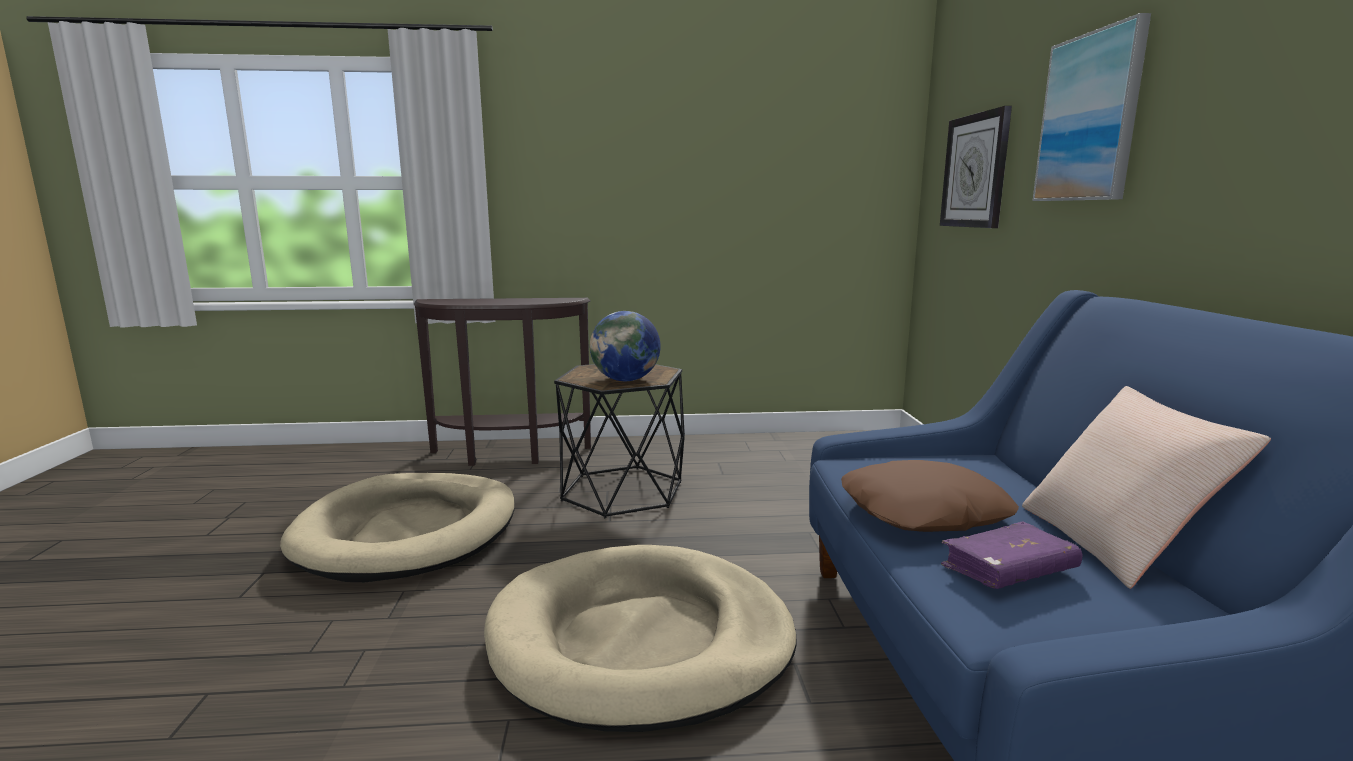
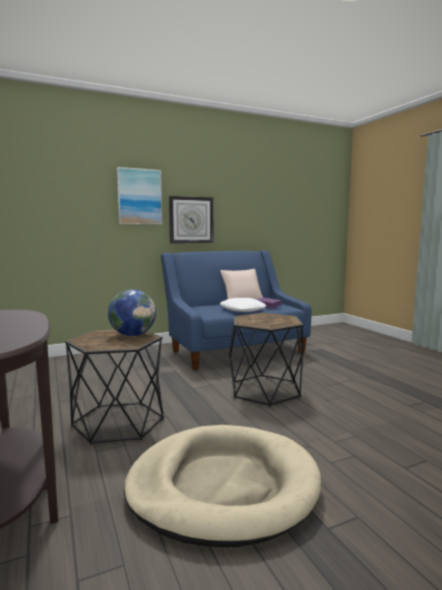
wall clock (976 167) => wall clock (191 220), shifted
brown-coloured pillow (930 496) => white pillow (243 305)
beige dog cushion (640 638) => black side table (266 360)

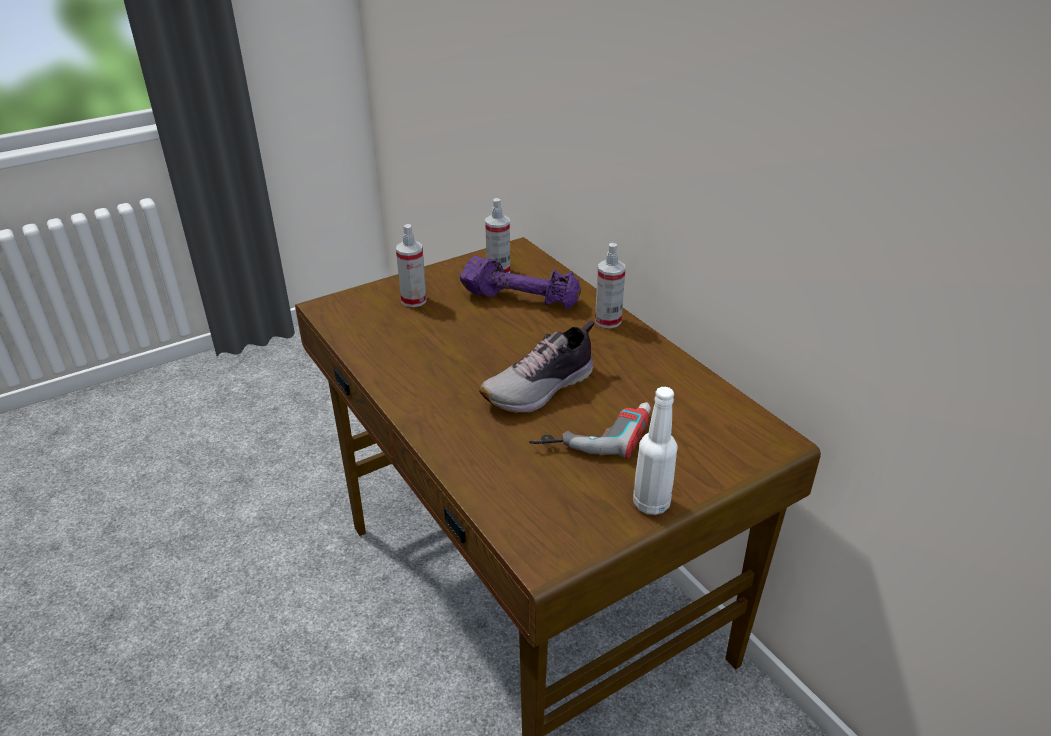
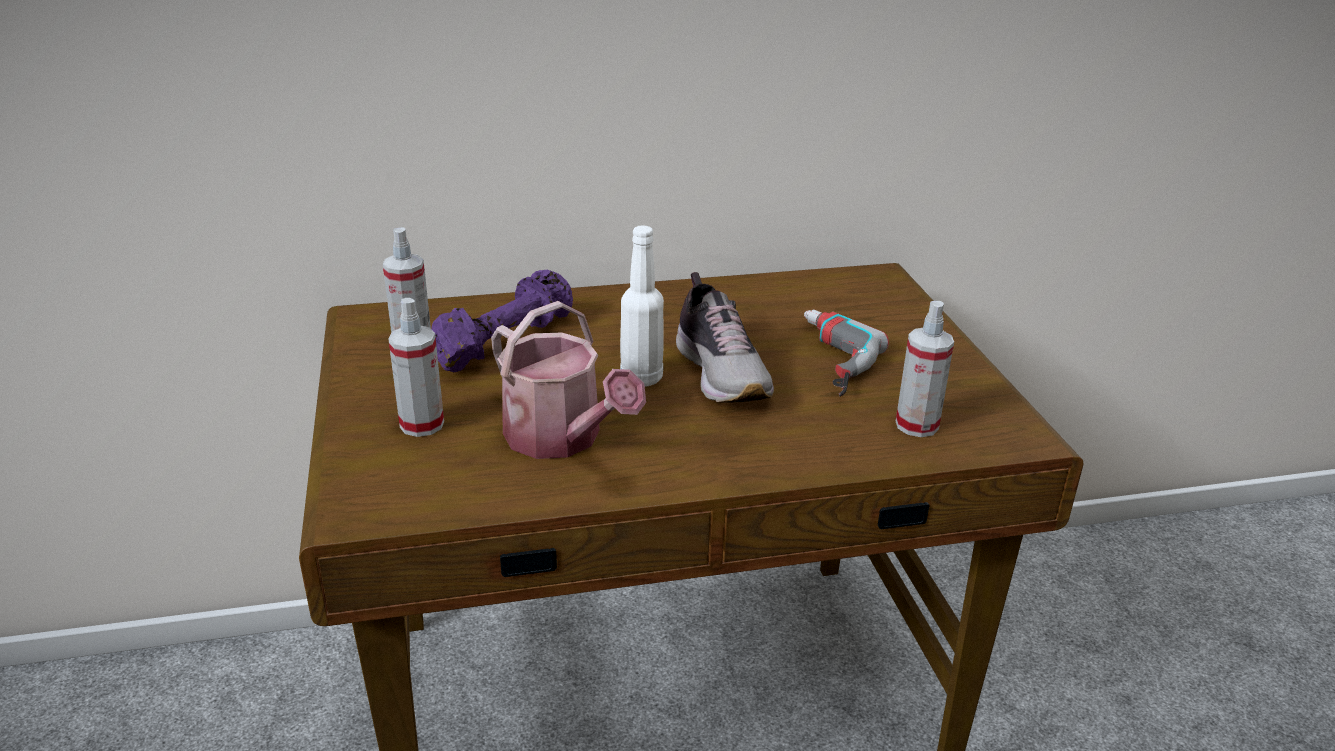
nothing => sprinkling can (568 380)
white bottle (655 451) => white bottle (642 305), shifted
sprayer (610 285) => sprayer (925 369), shifted

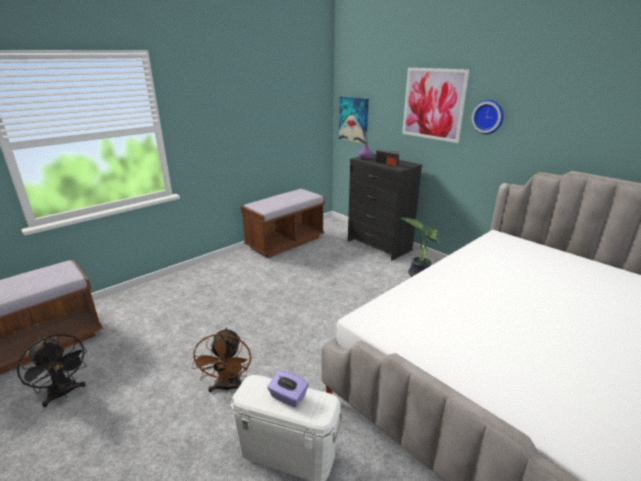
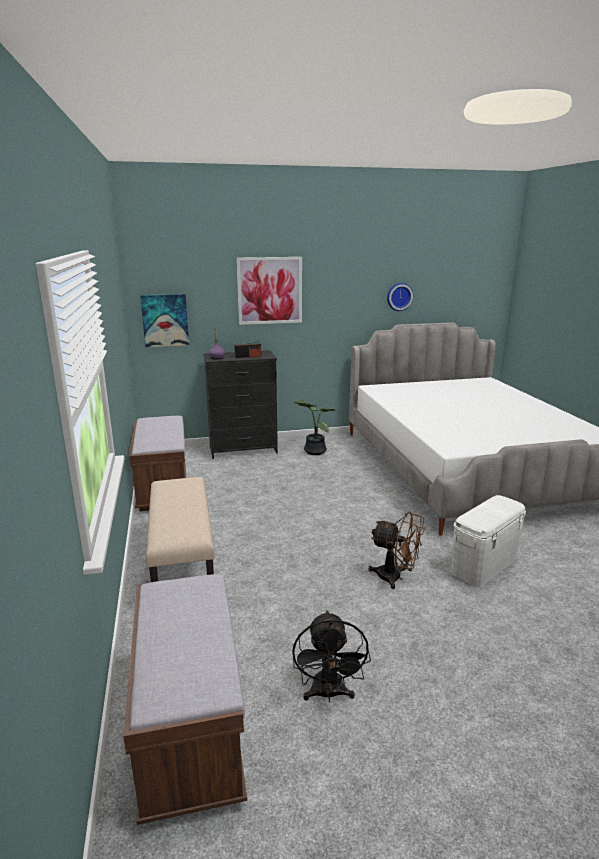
nothing => beige bench (180 529)
black fan (52 370) => black fan (331 656), 105 degrees clockwise
wall clock (487 117) => wall clock (400 297), shifted
purplish tissue holder (287 388) => nothing

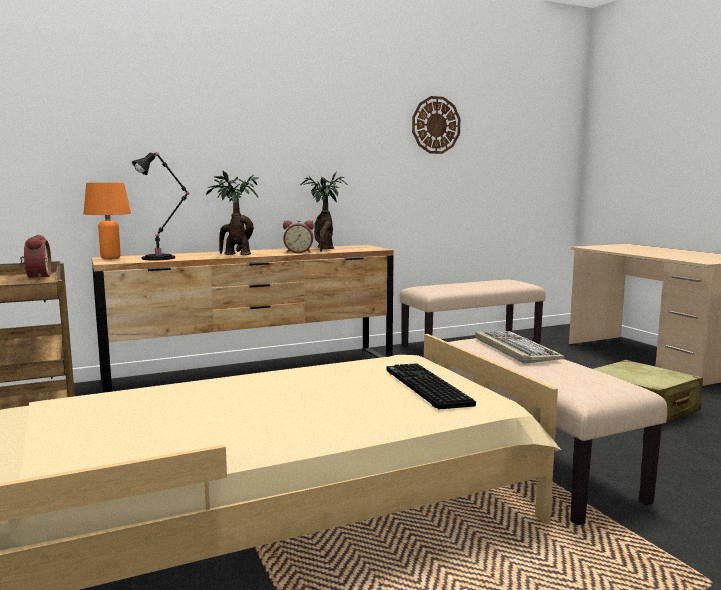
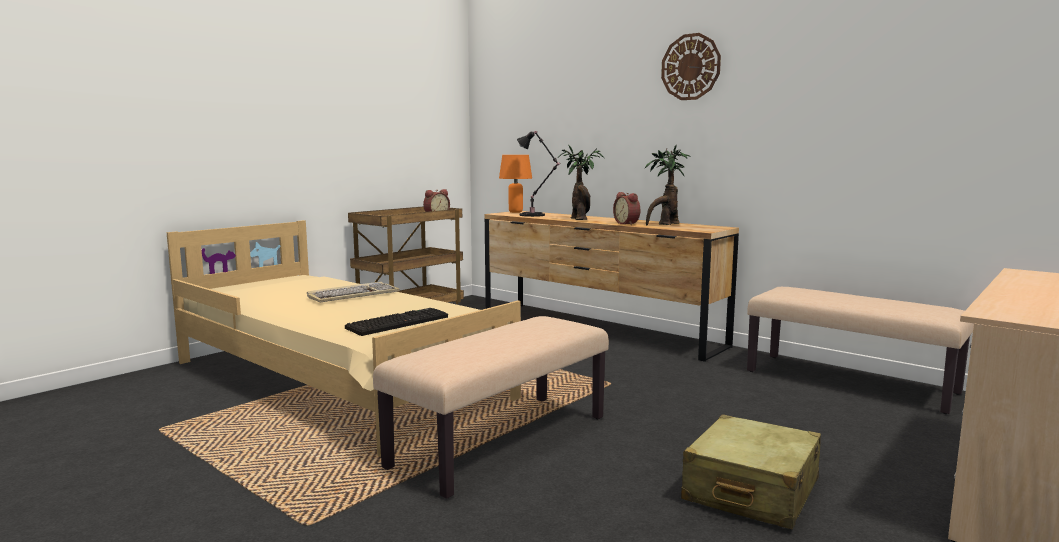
keyboard (520 347) => keyboard (353 292), shifted
wall clock (436 125) => wall clock (691 66), shifted

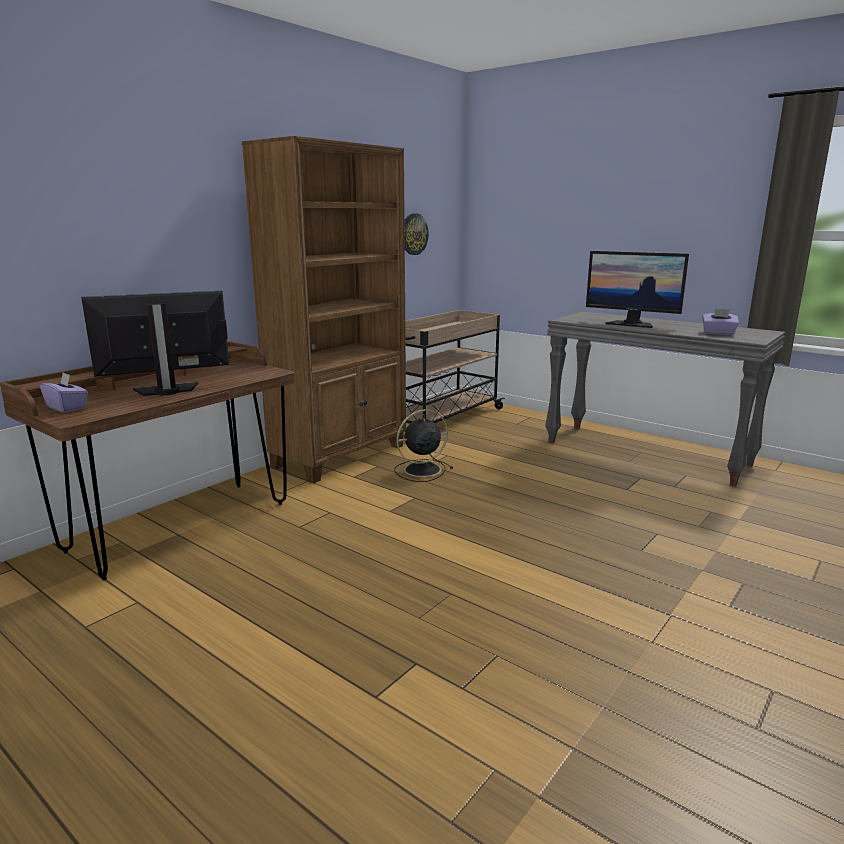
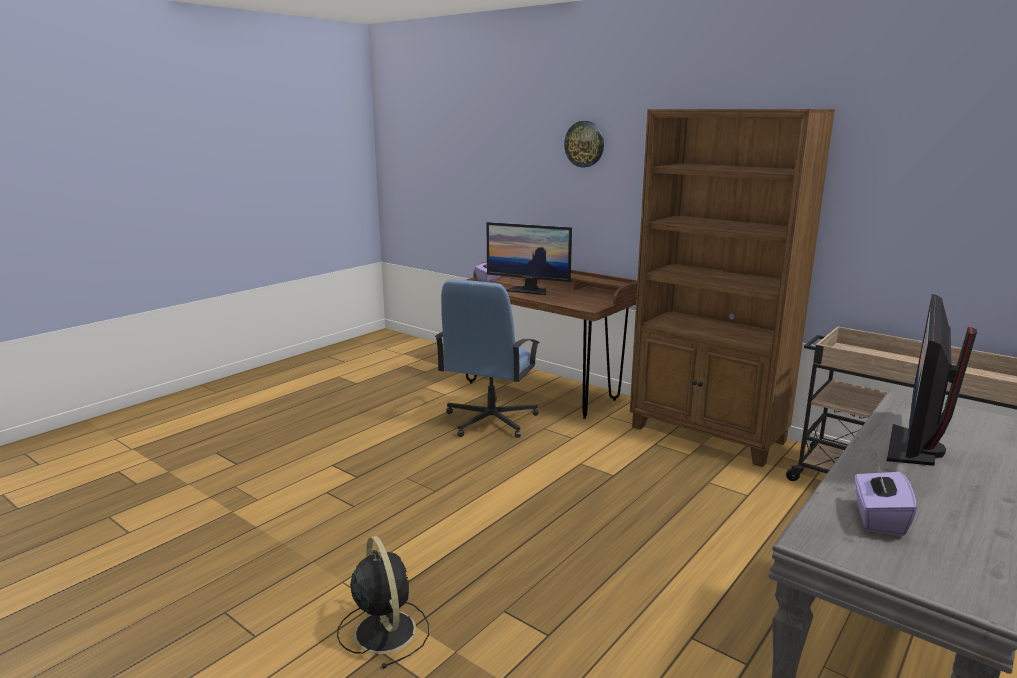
black fan (423 445) => black fan (383 602), shifted
nothing => blue computer chair (487 358)
computer screen (155 343) => computer screen (529 258), 135 degrees clockwise
wall clock (417 234) => wall clock (584 144), shifted

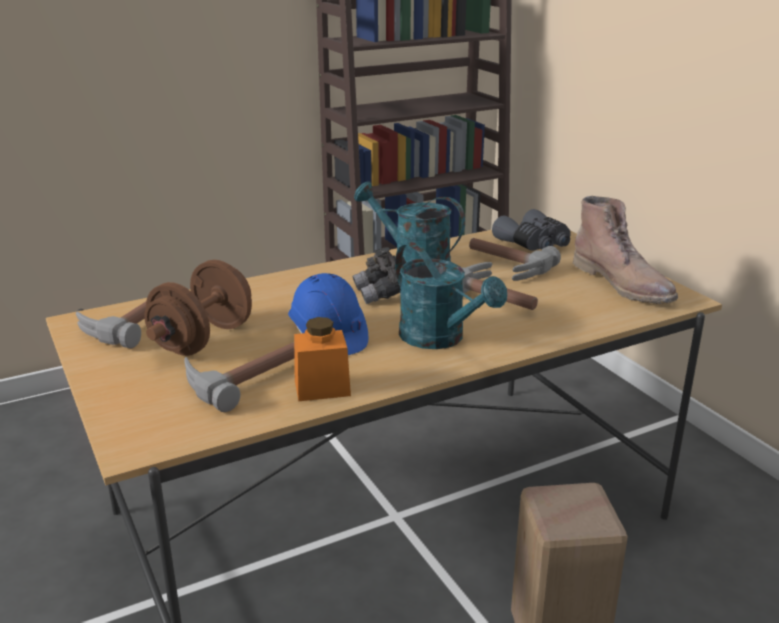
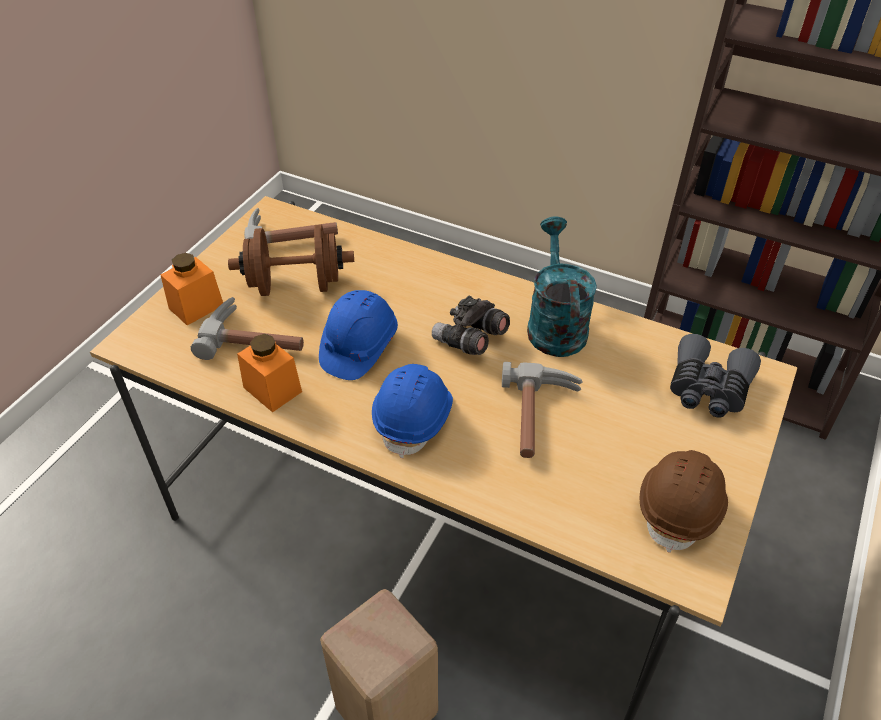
nothing => orange jar (192 289)
turquoise-coloured sprinkling can (451 295) => blue safety helmet (412 411)
brown-coloured high-top boot (625 250) => brown-coloured safety helmet (684 501)
hand hammer (515 259) => nothing

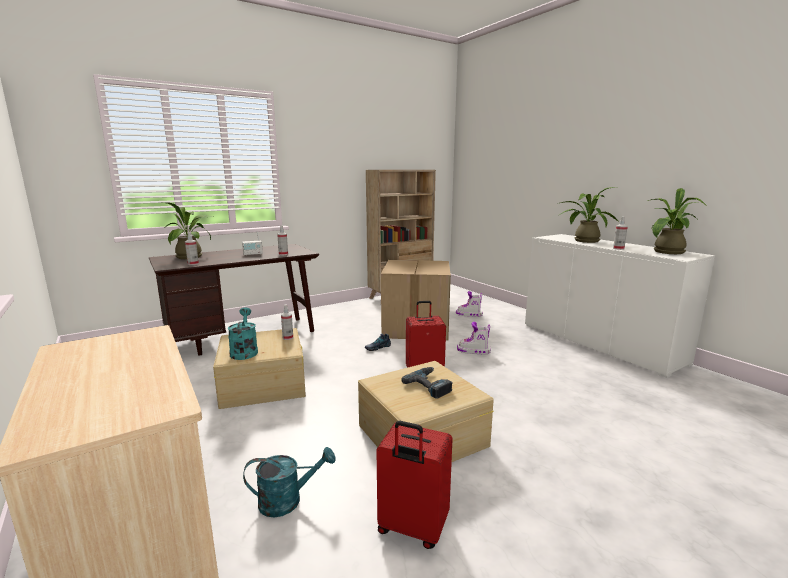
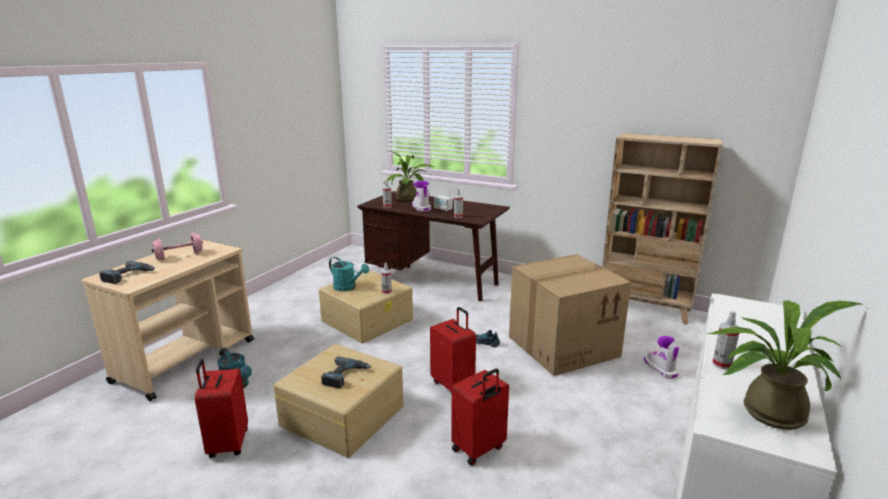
nothing => electric drill (127 272)
nothing => pink hand weight (177 246)
turquoise-coloured sprinkling can (243 333) => turquoise-coloured sprinkling can (349 274), 75 degrees clockwise
high-top boot (474 338) => high-top boot (421 196), shifted
nothing => red piece of luggage (480 417)
potted plant (588 215) => nothing

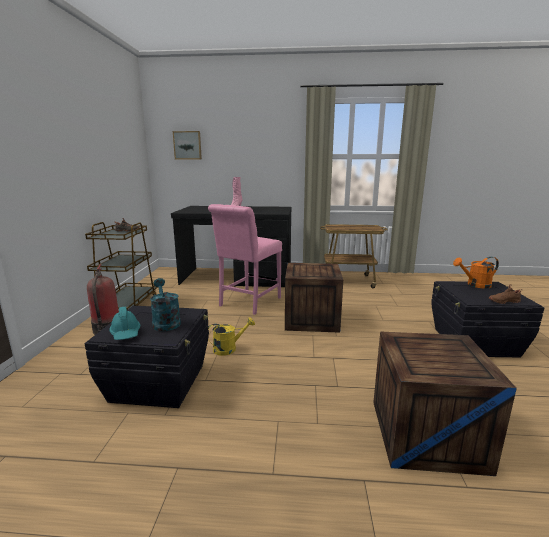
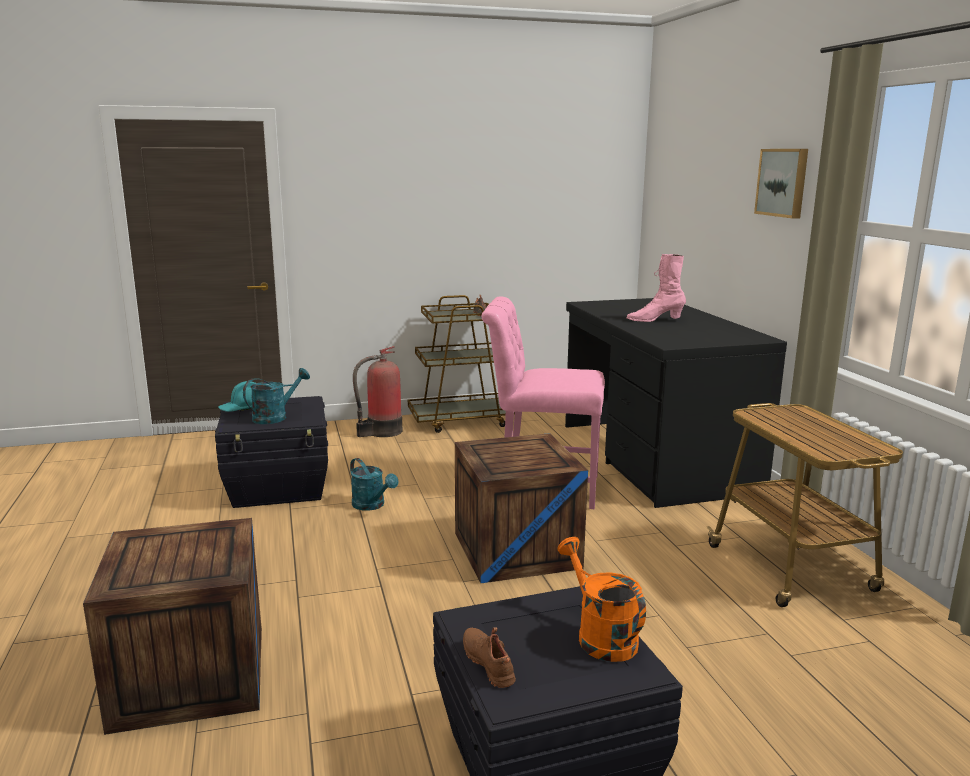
yellow sprinkling can (231 336) => turquoise-coloured sprinkling can (374 484)
wall picture (187 145) => wall picture (781 184), shifted

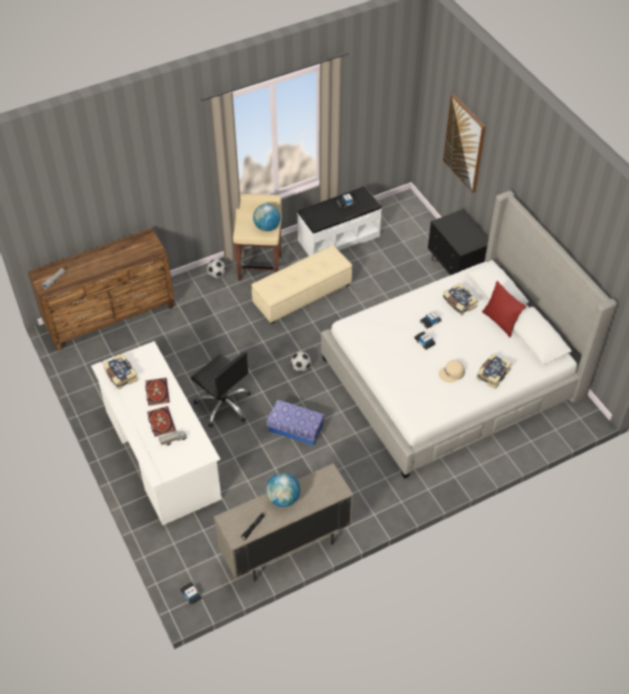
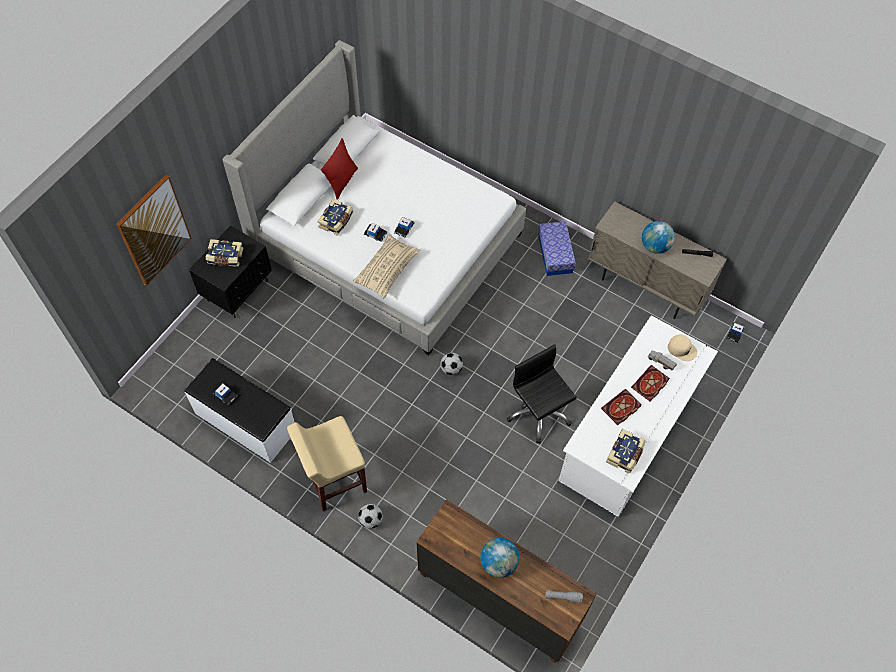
book (494 371) => book (224 252), shifted
nothing => beige pillow (386 266)
globe (267 217) => globe (499 558), shifted
black computer chair (221 390) => black computer chair (542 394), 45 degrees counterclockwise
storage box (296 423) => storage box (557 248), shifted
beige baseball cap (451 371) => beige baseball cap (682 348), shifted
beige ottoman (301 284) => nothing

